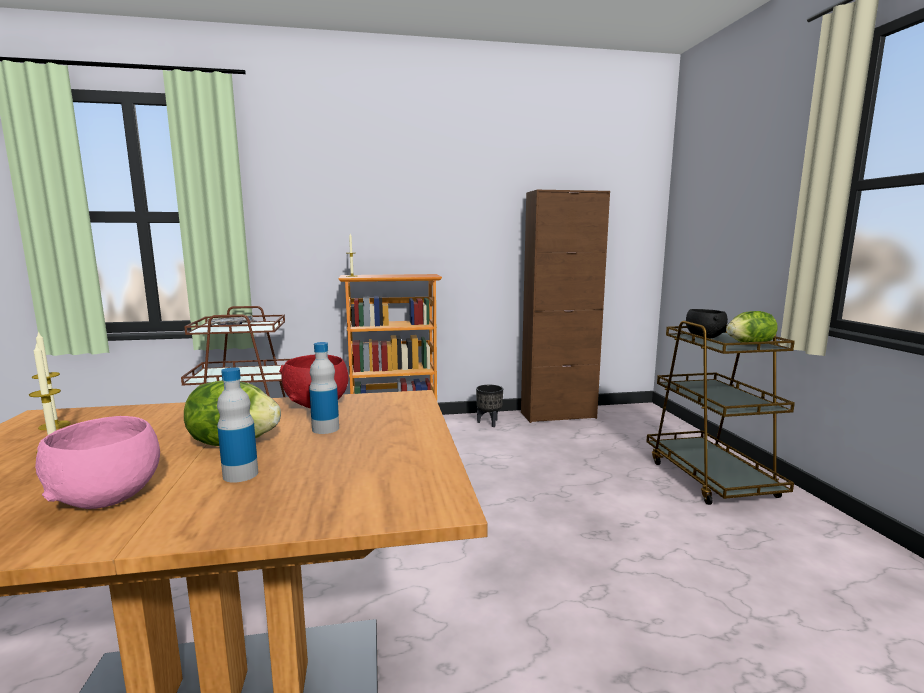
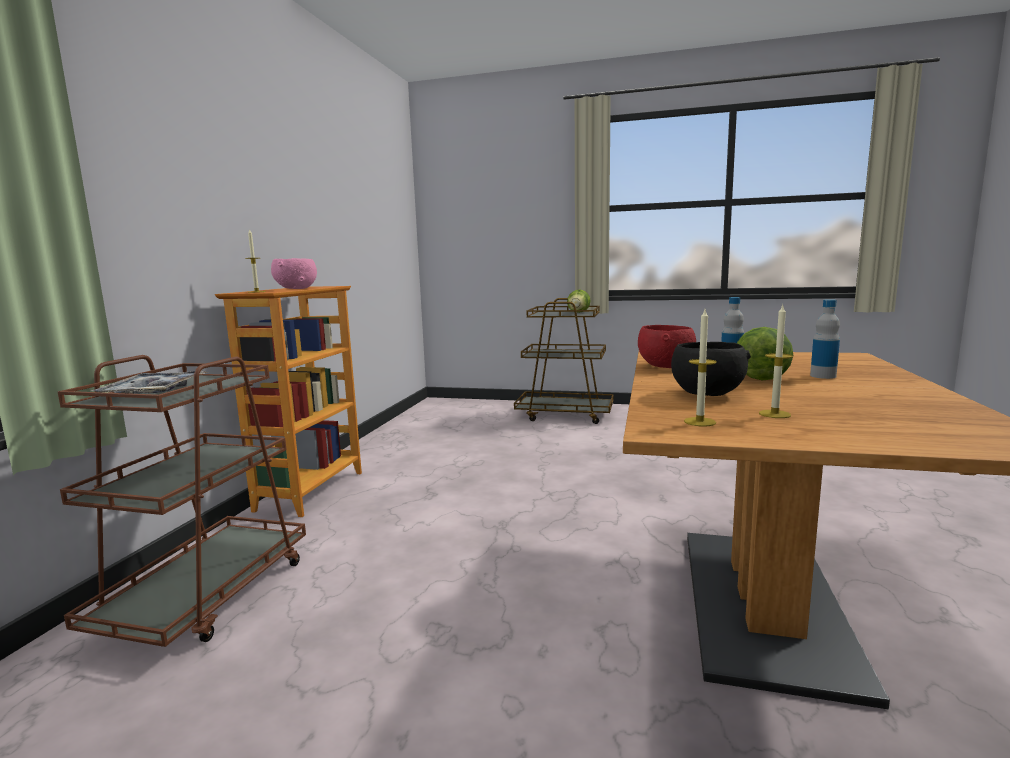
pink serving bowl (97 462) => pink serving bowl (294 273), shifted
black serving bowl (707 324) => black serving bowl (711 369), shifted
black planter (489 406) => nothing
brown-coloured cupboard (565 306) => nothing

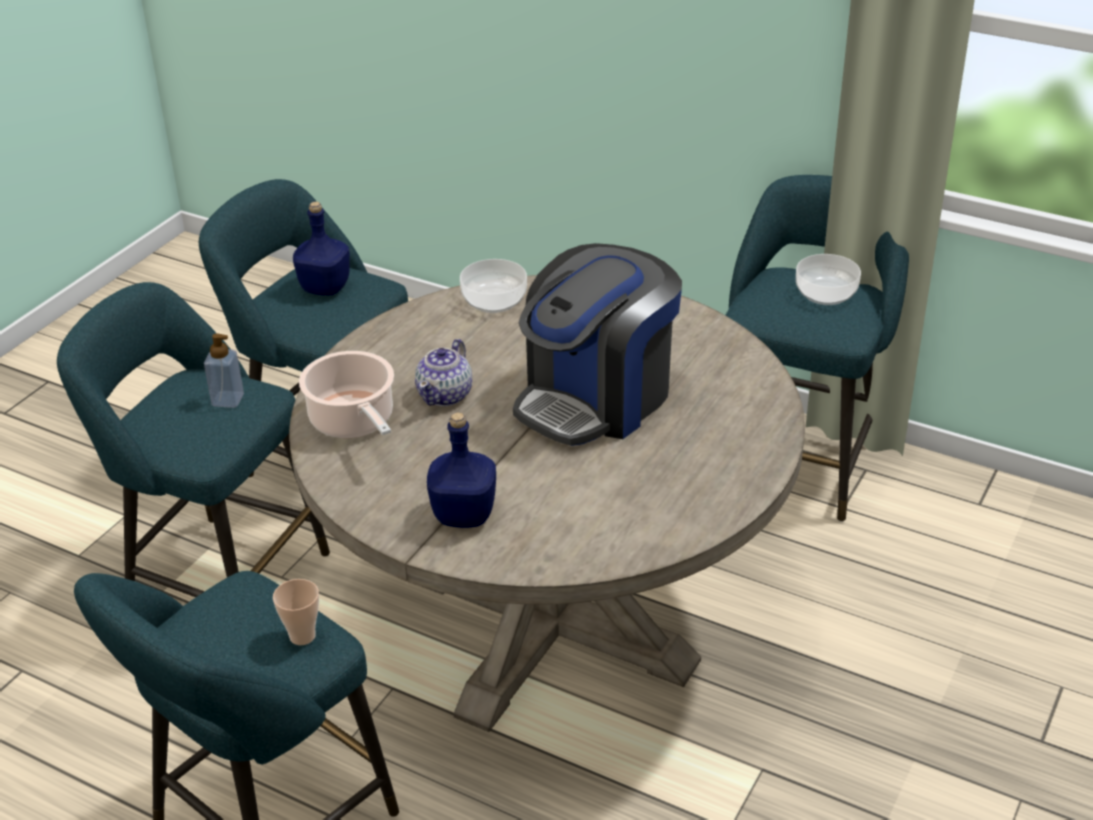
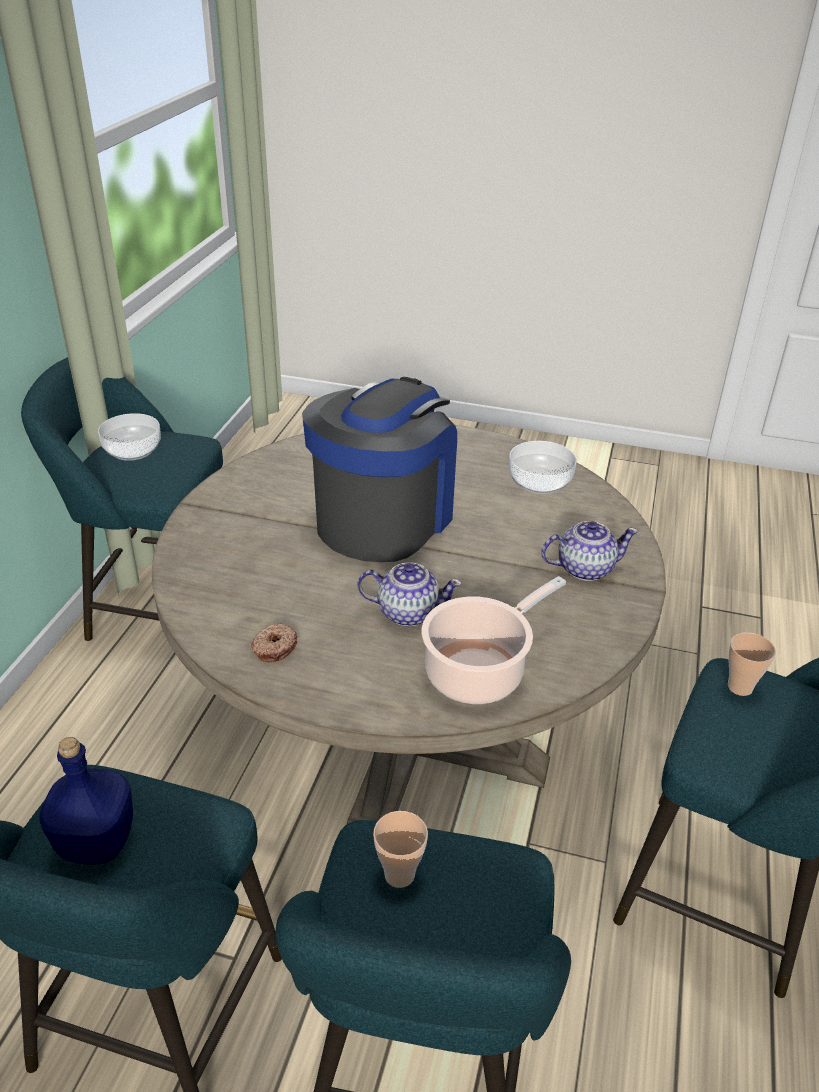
nothing => doughnut (274 642)
coffee brewer (597 344) => coffee brewer (379 469), 90 degrees counterclockwise
soap bottle (224 370) => small cup (400 849)
serving bowl (493 286) => serving bowl (543 467), shifted
blue bottle (461 470) => pot for tea (589 551)

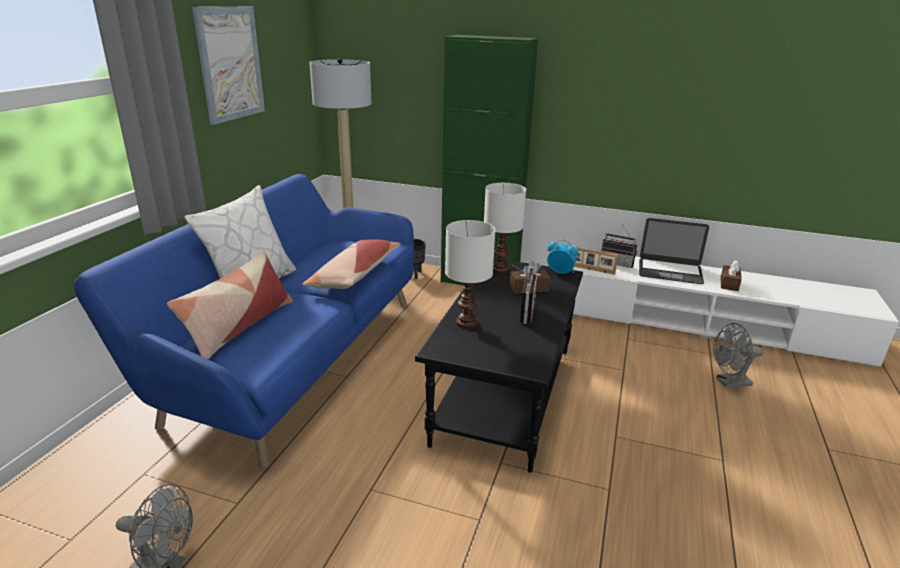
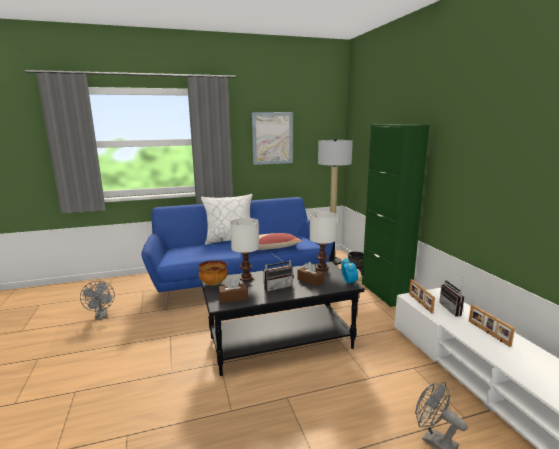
nothing => serving bowl (213 272)
brown-coloured tissue holder (731 275) => brown-coloured tissue holder (233 290), shifted
laptop (674 251) => picture frame (492 326)
pillow (230 304) => nothing

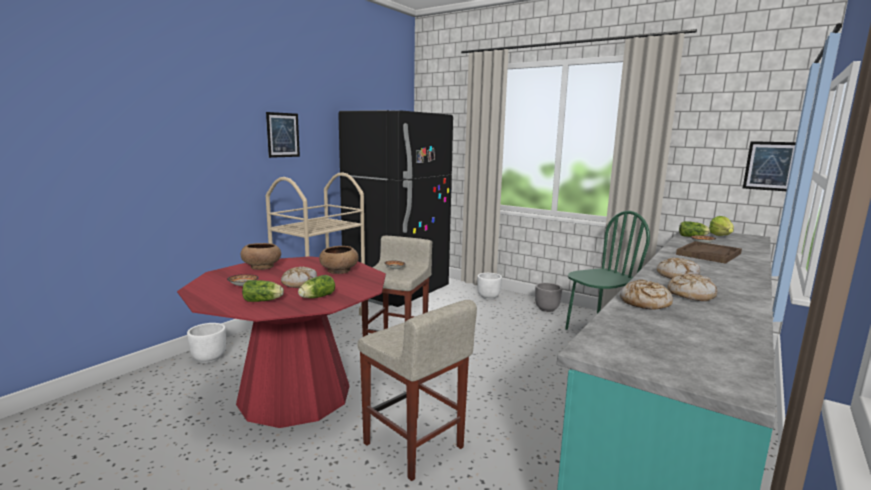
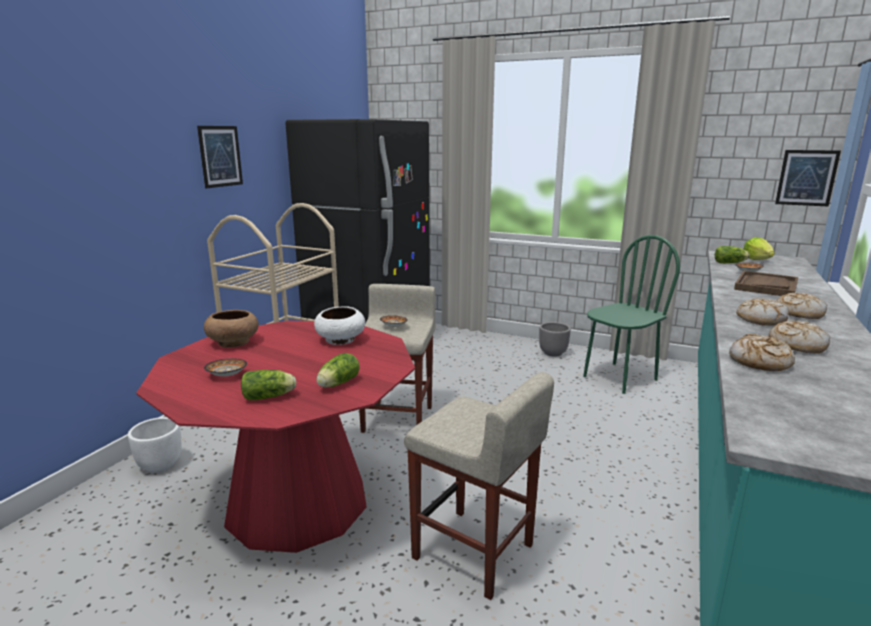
brown-coloured serving bowl (339 260) => white serving bowl (339 325)
baked bread (299 277) => baked bread (802 306), shifted
white planter (489 286) => nothing

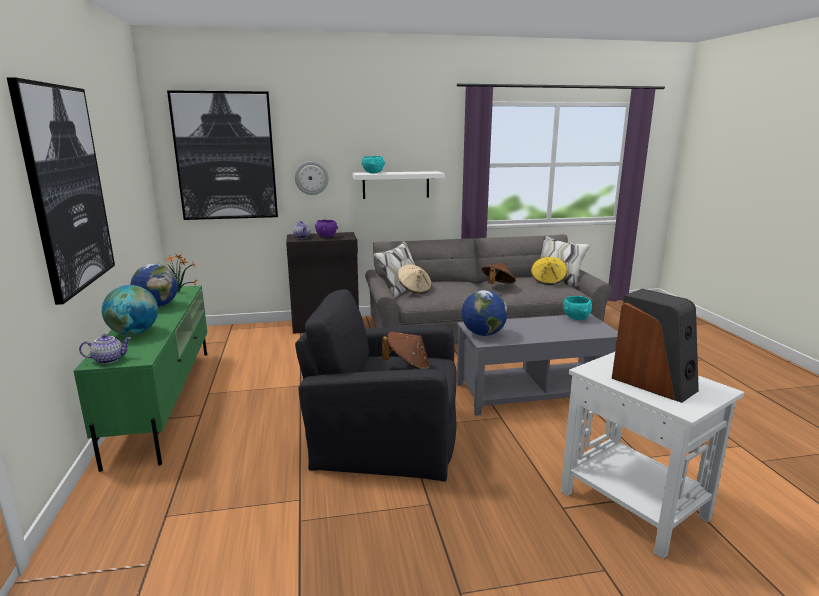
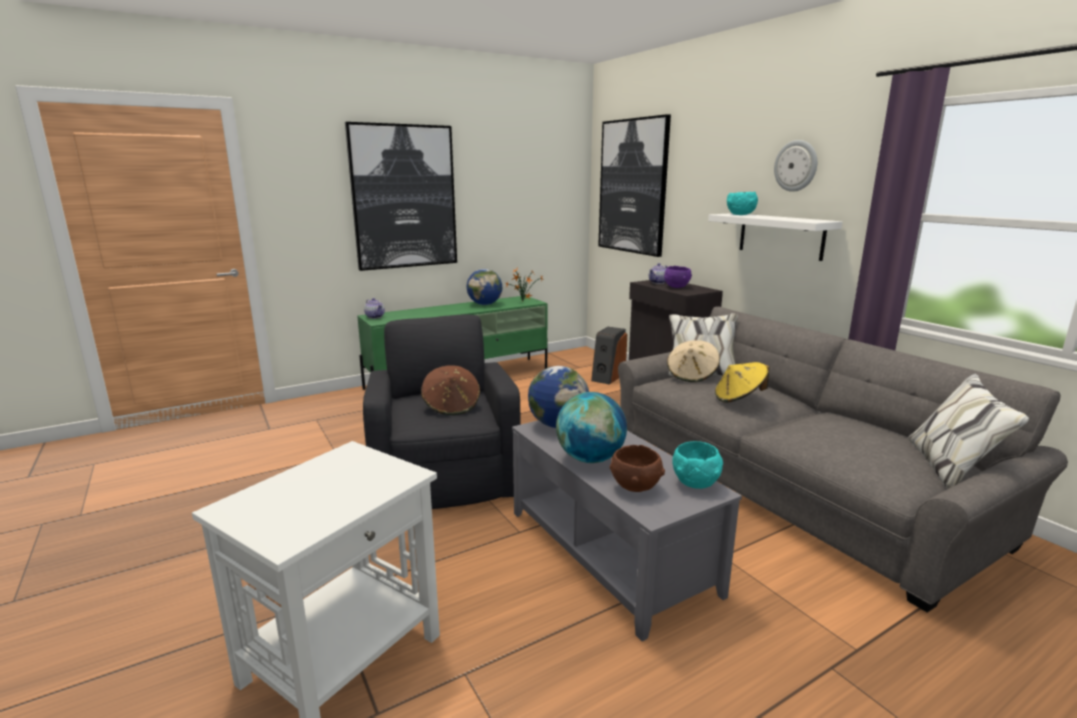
globe (130 310) => globe (591 427), shifted
speaker (655 346) => speaker (609 355), shifted
nothing => brown-coloured serving bowl (637 468)
yellow clothing hat (549 271) => yellow clothing hat (742 382), shifted
wall clock (312 178) => wall clock (795 166), shifted
brown-coloured clothing hat (498 273) => nothing

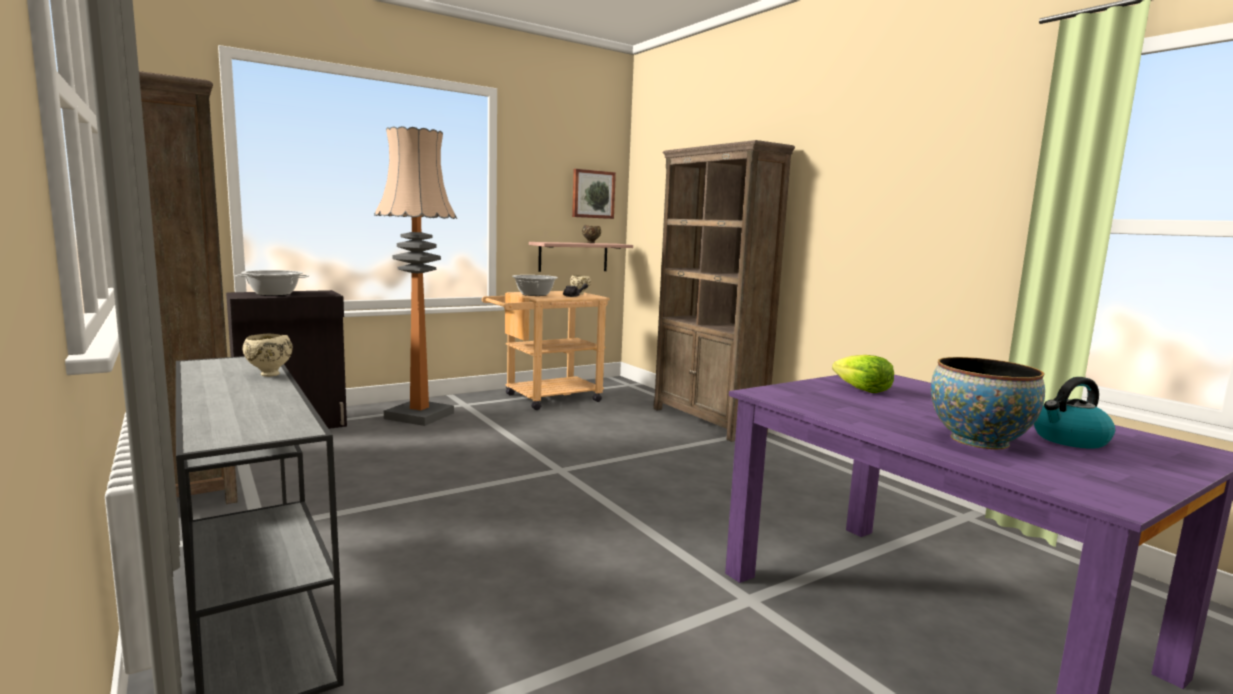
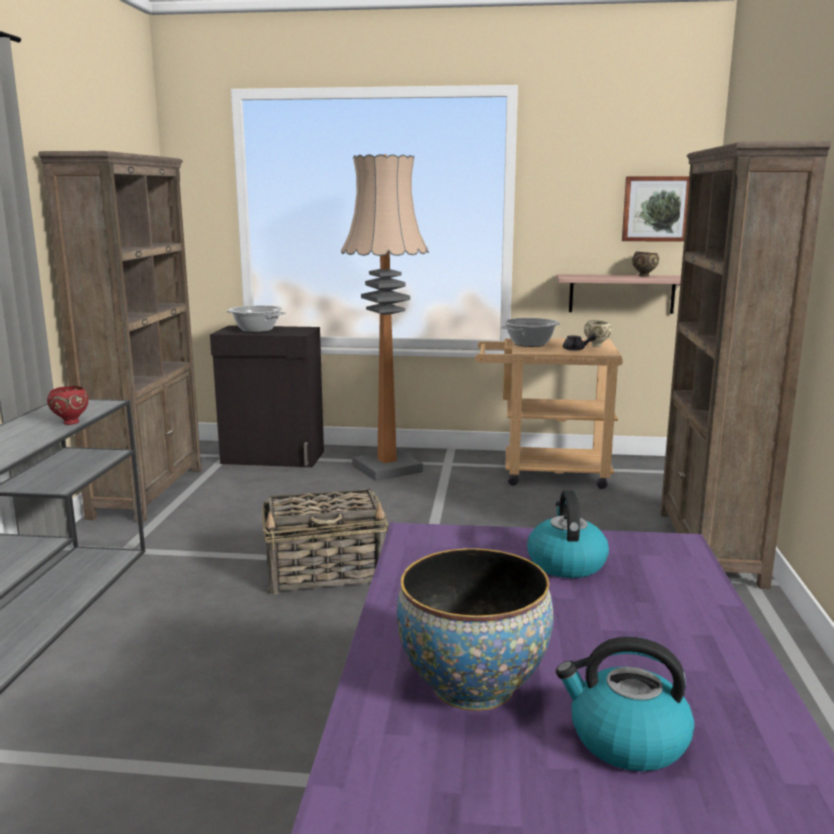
beige serving bowl (267 355) => red serving bowl (68 405)
nothing => basket (325 542)
lettuce head (863 374) => kettle (568 534)

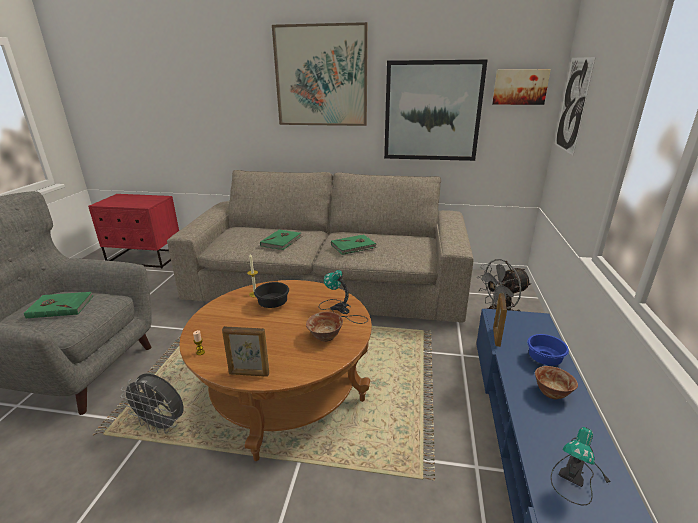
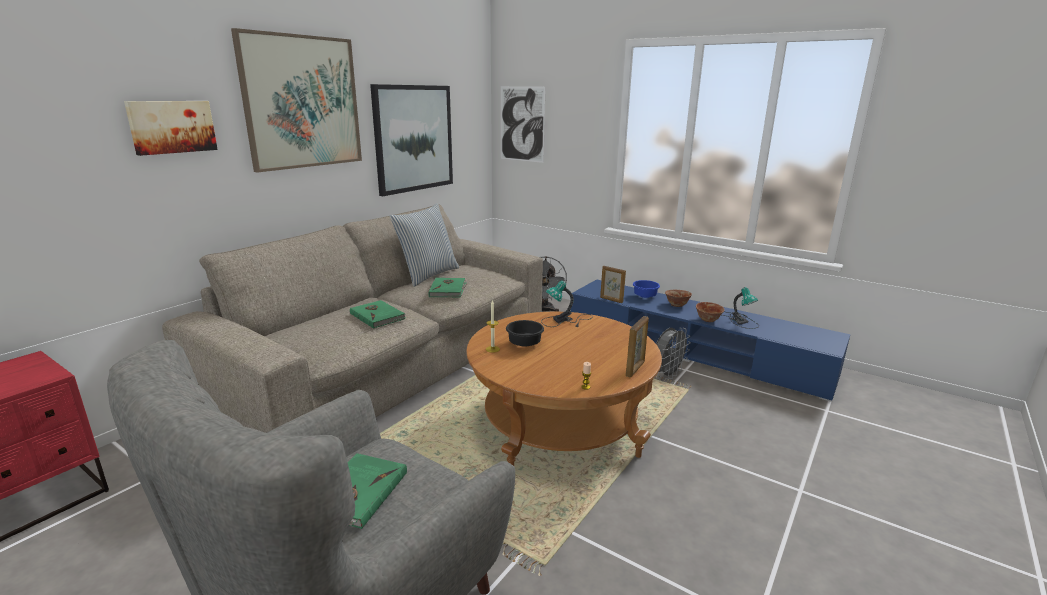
wall picture (521 87) => wall picture (171 128), shifted
nothing => pillow (424 245)
greyish fan (152 404) => greyish fan (673 353), shifted
serving bowl (324 327) => serving bowl (710 312), shifted

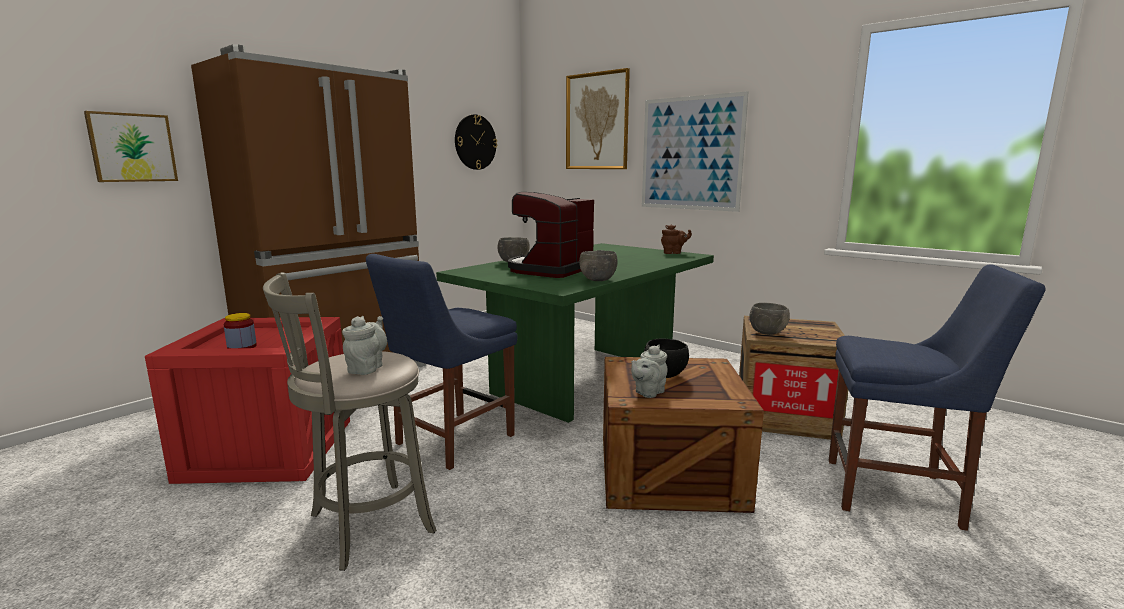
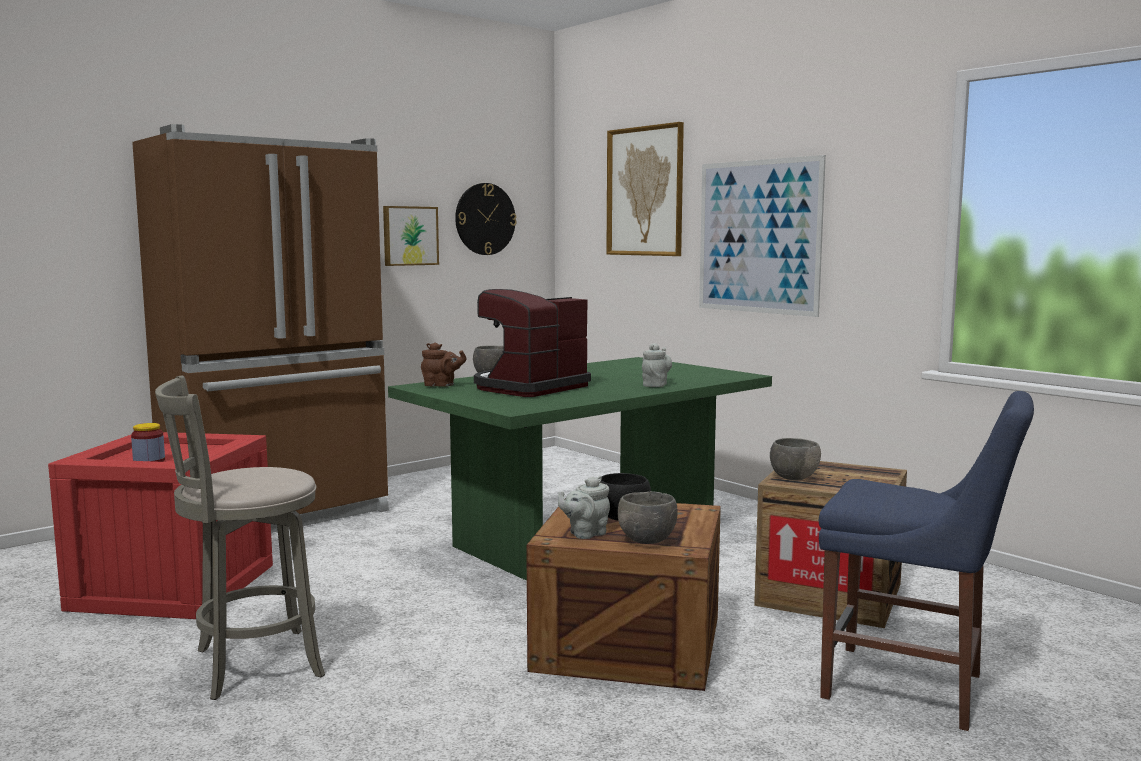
wall picture (131 146) => wall picture (411 236), shifted
brown-coloured pot for tea (676 239) => brown-coloured pot for tea (444 365), shifted
greyish serving bowl (598 265) => greyish serving bowl (648 517), shifted
greyish pot for tea (364 345) => greyish pot for tea (657 365), shifted
blue upright chair (442 362) => nothing

